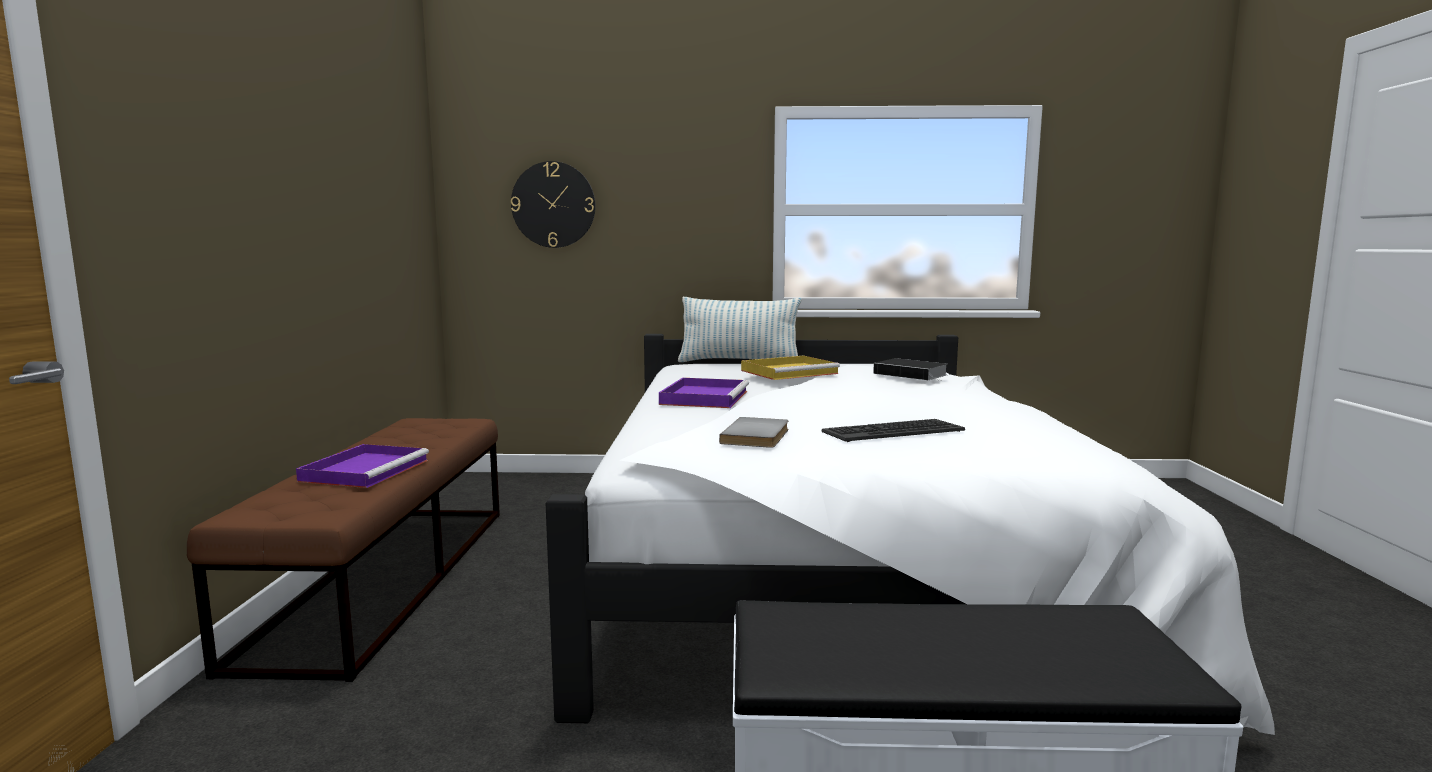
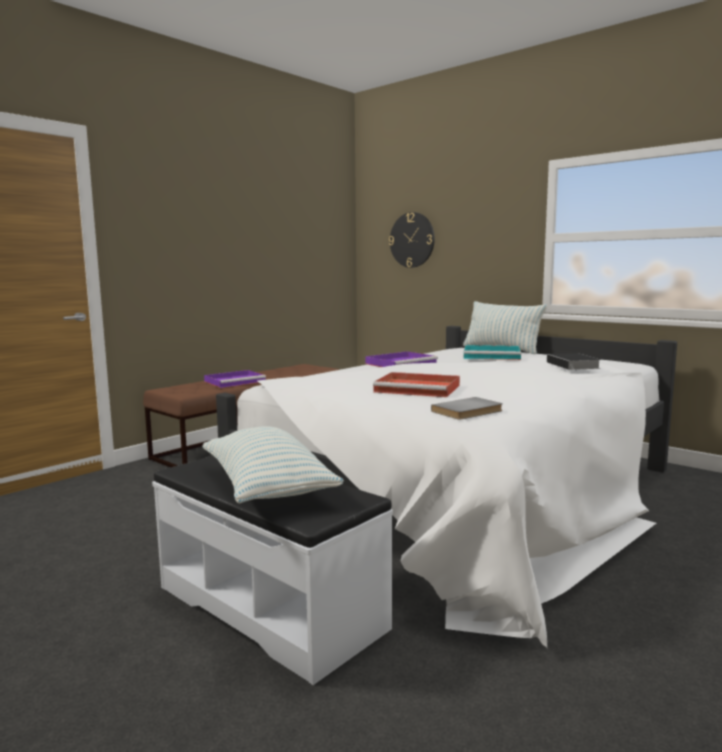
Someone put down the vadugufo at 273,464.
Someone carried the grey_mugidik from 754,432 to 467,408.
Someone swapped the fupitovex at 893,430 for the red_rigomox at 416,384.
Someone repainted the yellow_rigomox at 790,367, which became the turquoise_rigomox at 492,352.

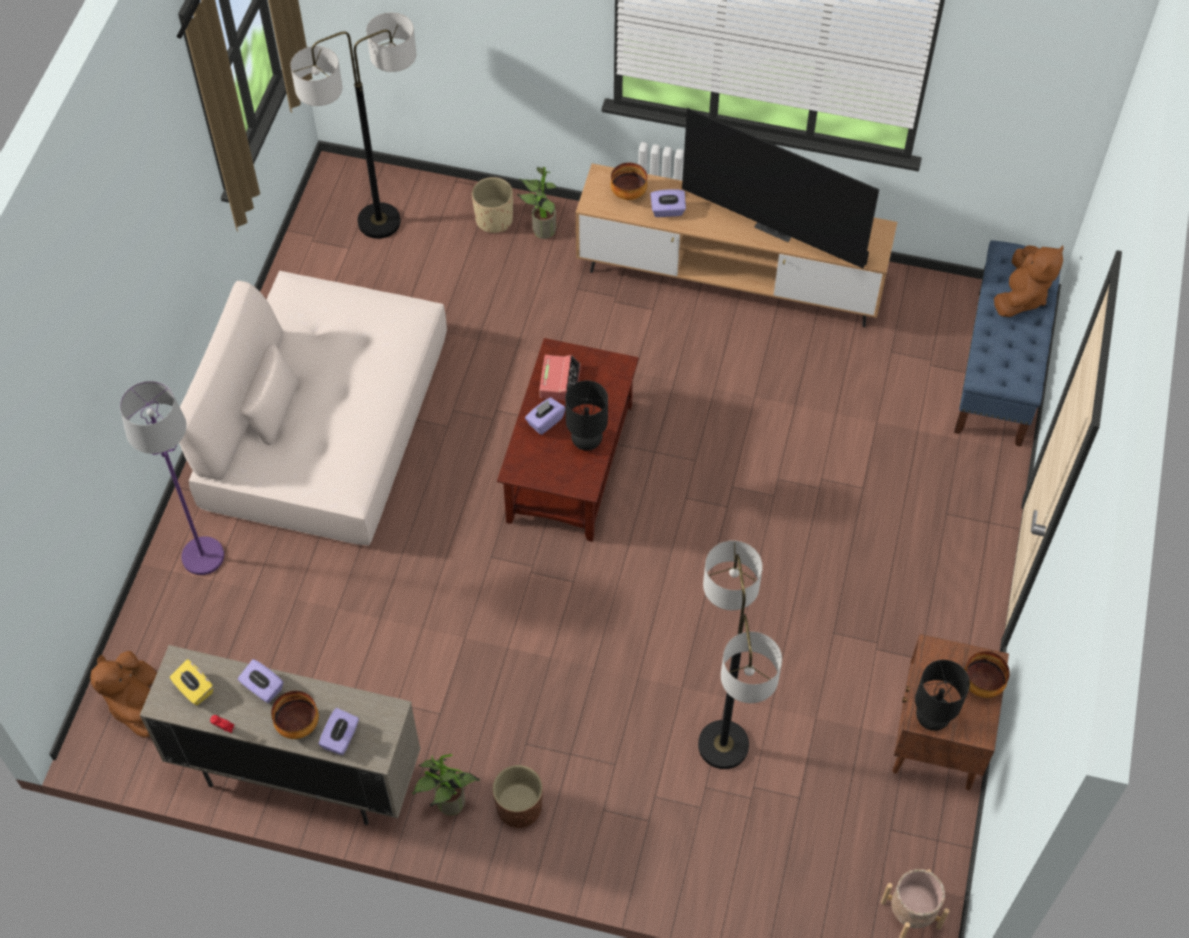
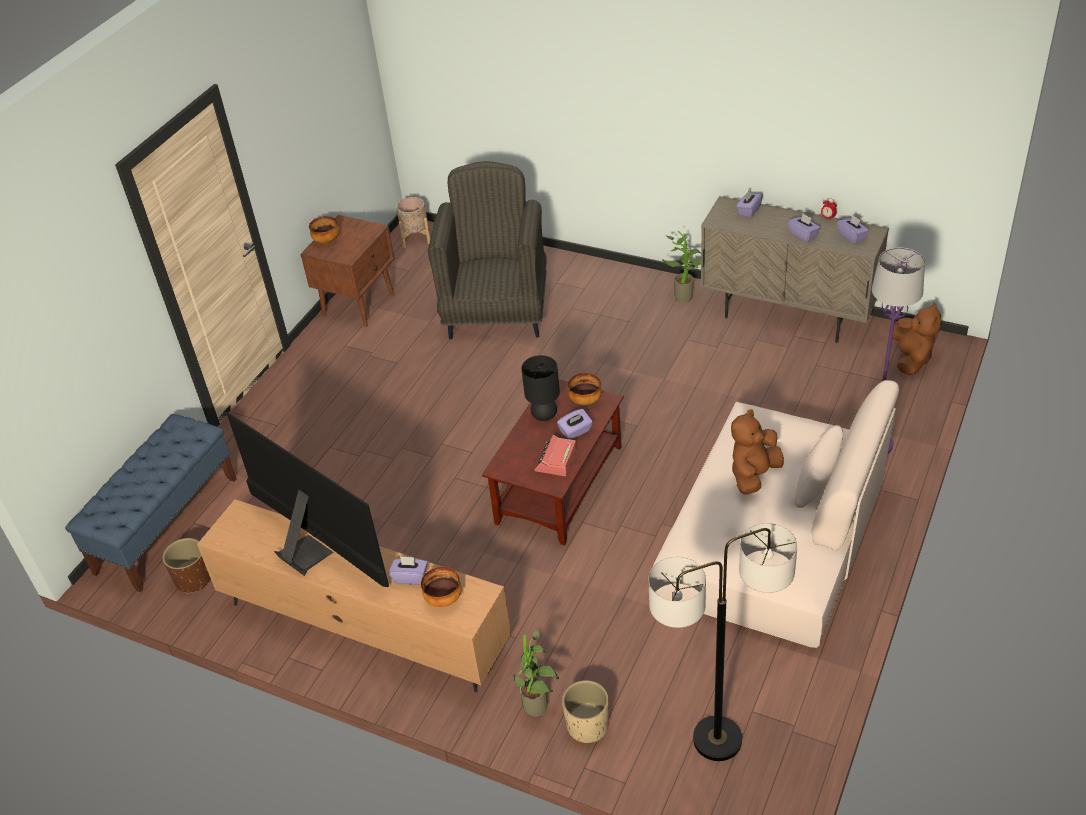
Someone took away the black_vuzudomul at 942,695.
Someone carried the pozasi from 295,715 to 585,389.
Someone carried the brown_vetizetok from 517,797 to 186,566.
Someone carried the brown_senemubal from 1029,281 to 757,452.
Someone swapped the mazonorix at 740,654 for the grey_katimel at 487,250.
Someone repainted the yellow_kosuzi at 191,682, which became the purple_kosuzi at 853,229.

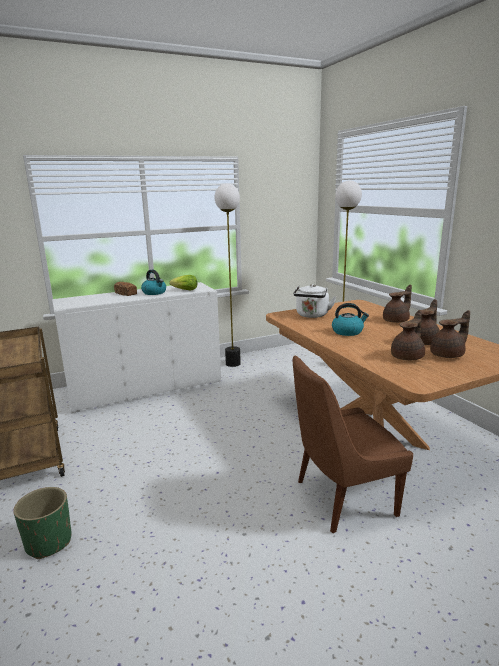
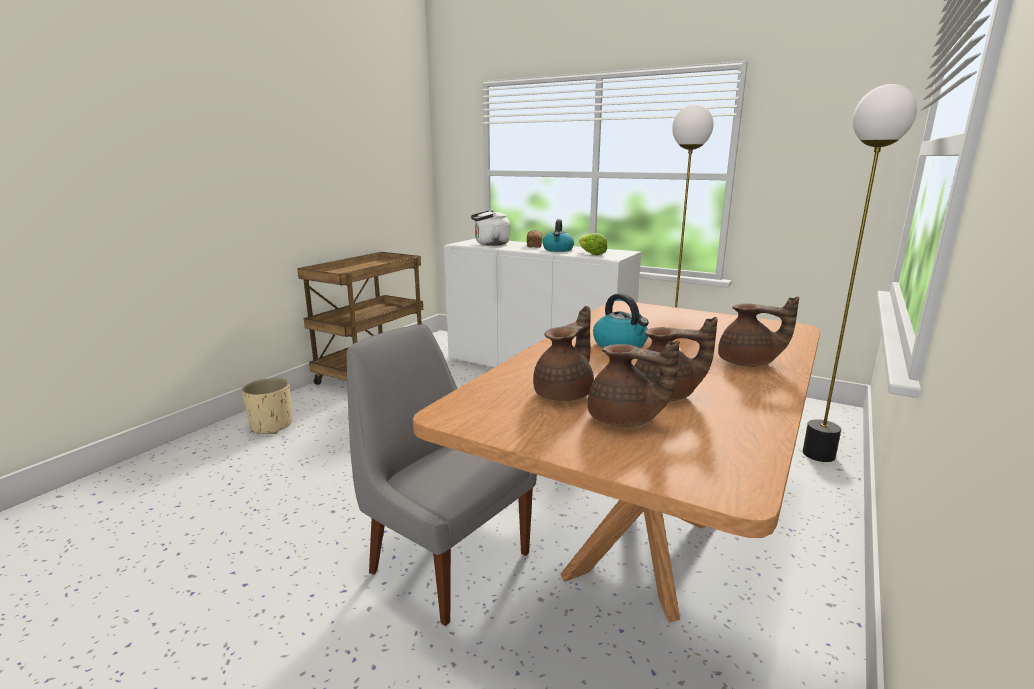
Someone carried the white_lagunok from 314,301 to 490,227.
Someone repainted the green_vetizetok at 42,523, which became the beige_vetizetok at 267,406.
Someone repainted the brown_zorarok at 353,444, which became the grey_zorarok at 442,475.
Someone rotated the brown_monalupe at 408,335 by 60 degrees counterclockwise.

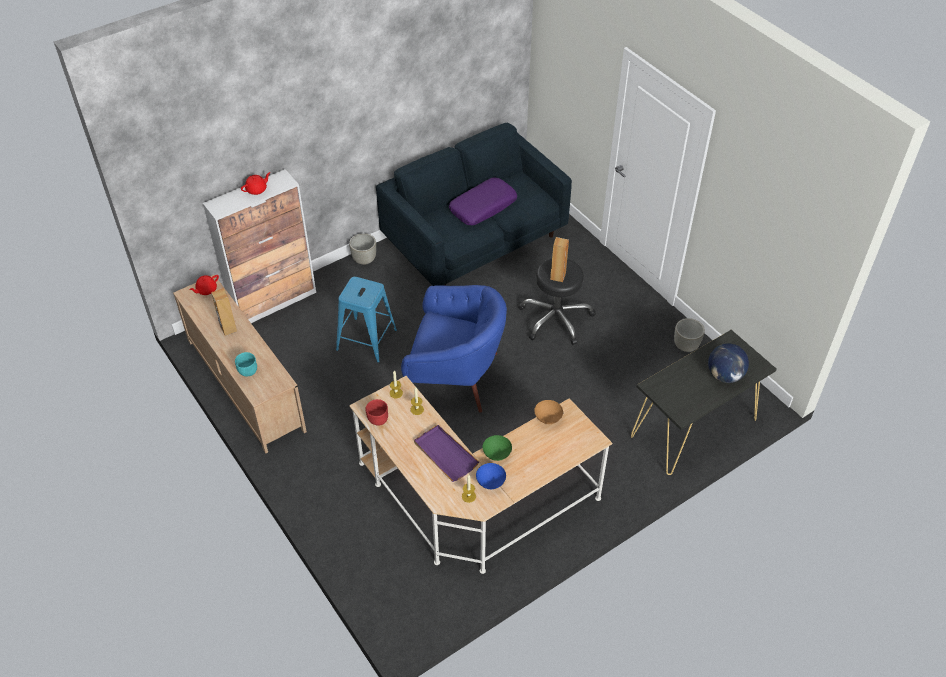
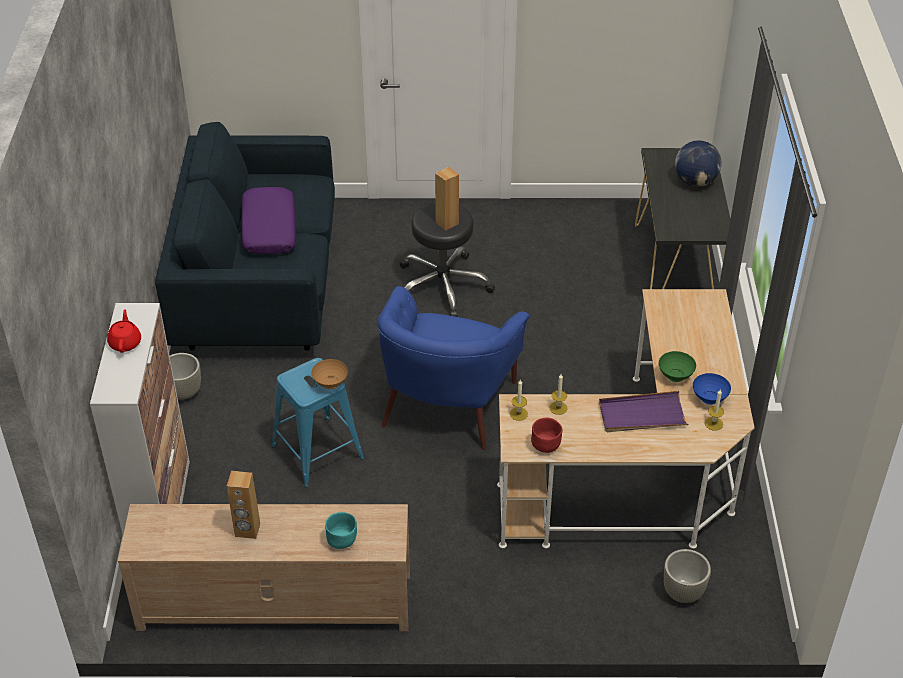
Someone took away the red_monalupe at 204,285.
Someone carried the brown_pozasi from 548,412 to 329,374.
Someone carried the grey_vetizetok from 689,335 to 687,576.
Someone rotated the blue_katimel at 454,349 by 150 degrees clockwise.

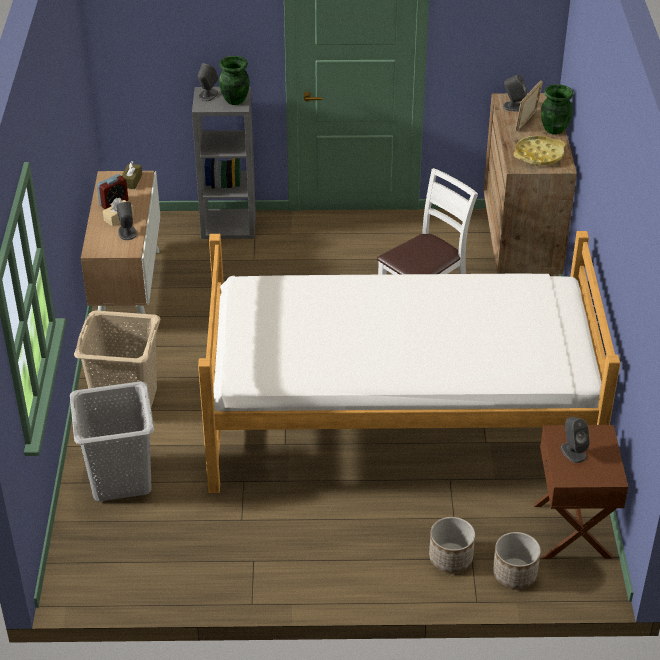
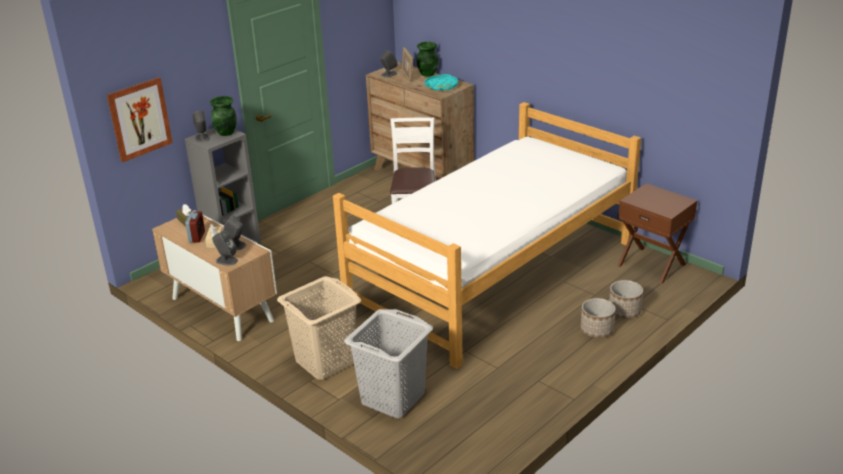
Someone put up the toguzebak at 140,119.
Someone carried the vetizetok from 517,560 to 598,318.
Someone carried the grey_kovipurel from 575,440 to 225,248.
Someone repainted the yellow_rigomox at 539,151, which became the turquoise_rigomox at 441,82.

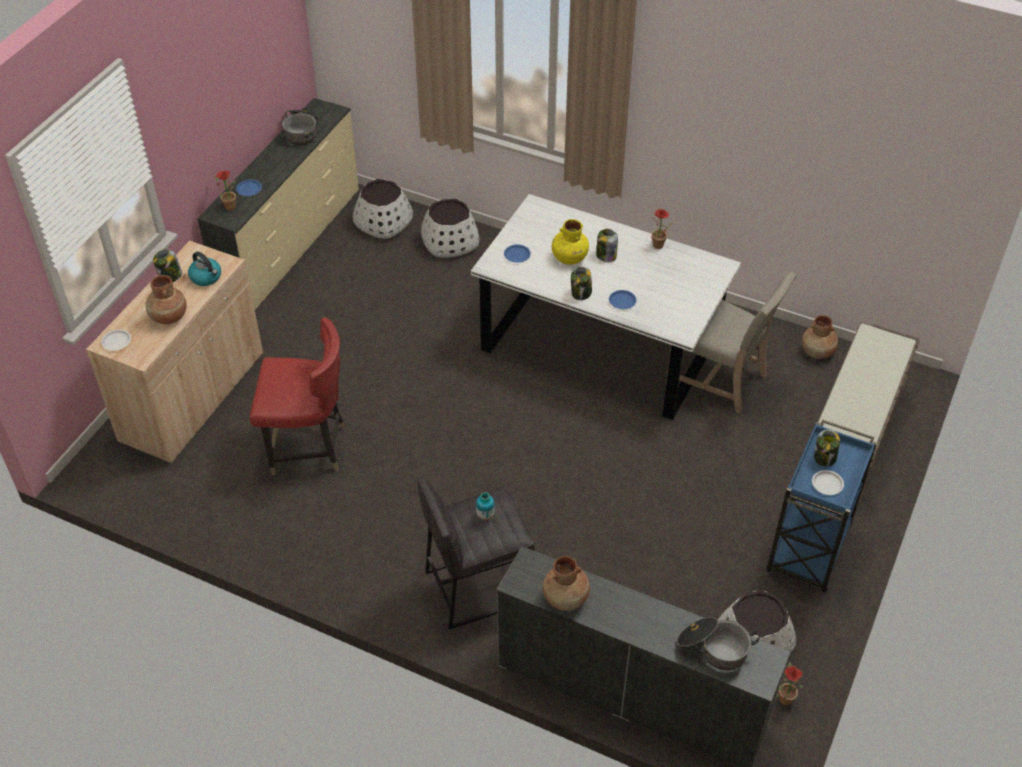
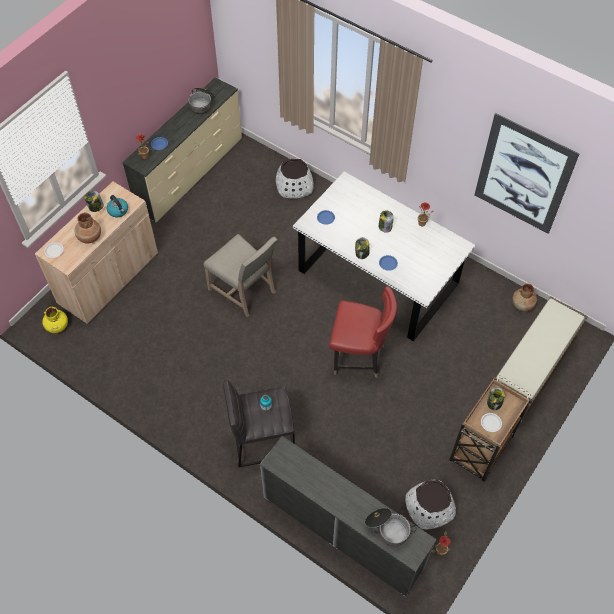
Someone took away the white_vetizetok at 383,209.
Someone took away the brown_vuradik at 566,583.
Someone put up the toguzebak at 527,173.
Someone carried the red_zorarok from 298,396 to 363,332.
Someone carried the yellow_vuradik from 570,242 to 55,320.
Someone carried the beige_zorarok from 731,343 to 240,275.
Someone repainted the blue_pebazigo at 822,505, which became the brown_pebazigo at 490,428.

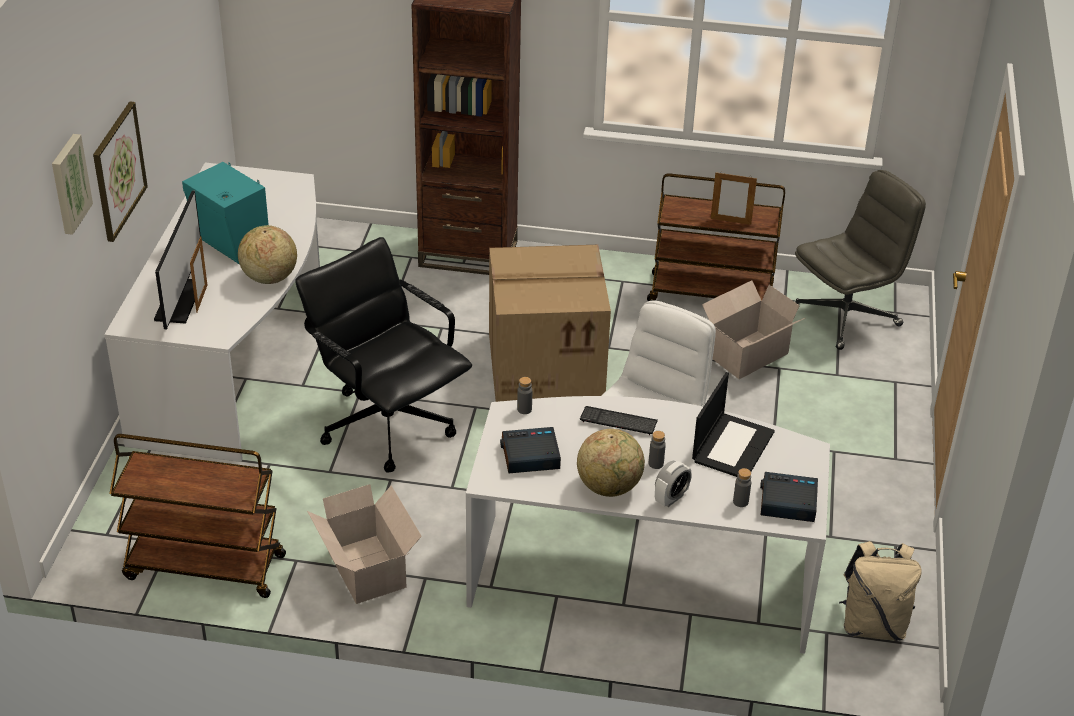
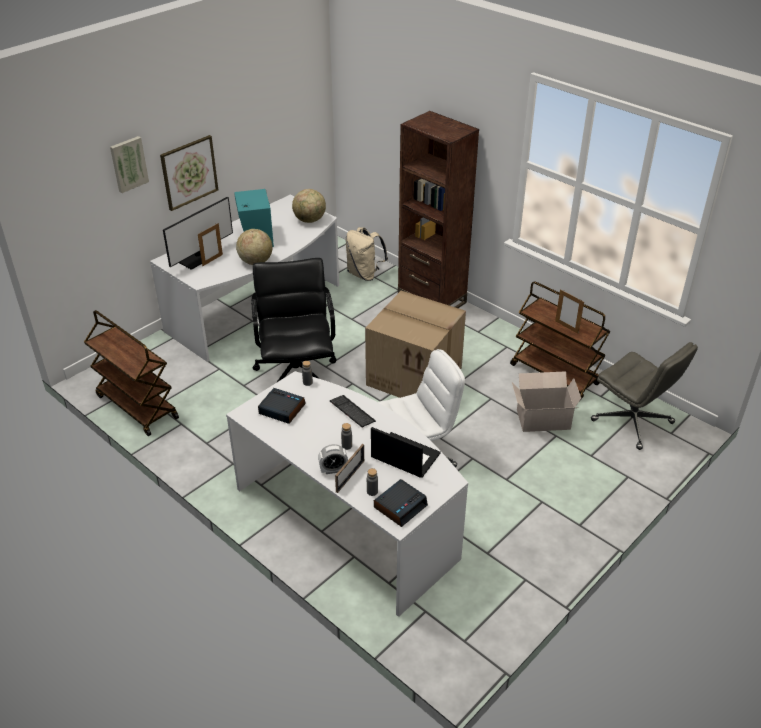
Someone took away the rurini at 364,544.
Someone put down the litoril at 349,468.
Someone carried the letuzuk from 611,463 to 309,206.
Someone carried the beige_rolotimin from 880,590 to 367,254.
Someone rotated the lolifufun at 733,424 by 120 degrees counterclockwise.
Someone rotated the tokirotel at 789,497 by 90 degrees clockwise.
Someone rotated the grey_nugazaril at 860,260 by 45 degrees clockwise.

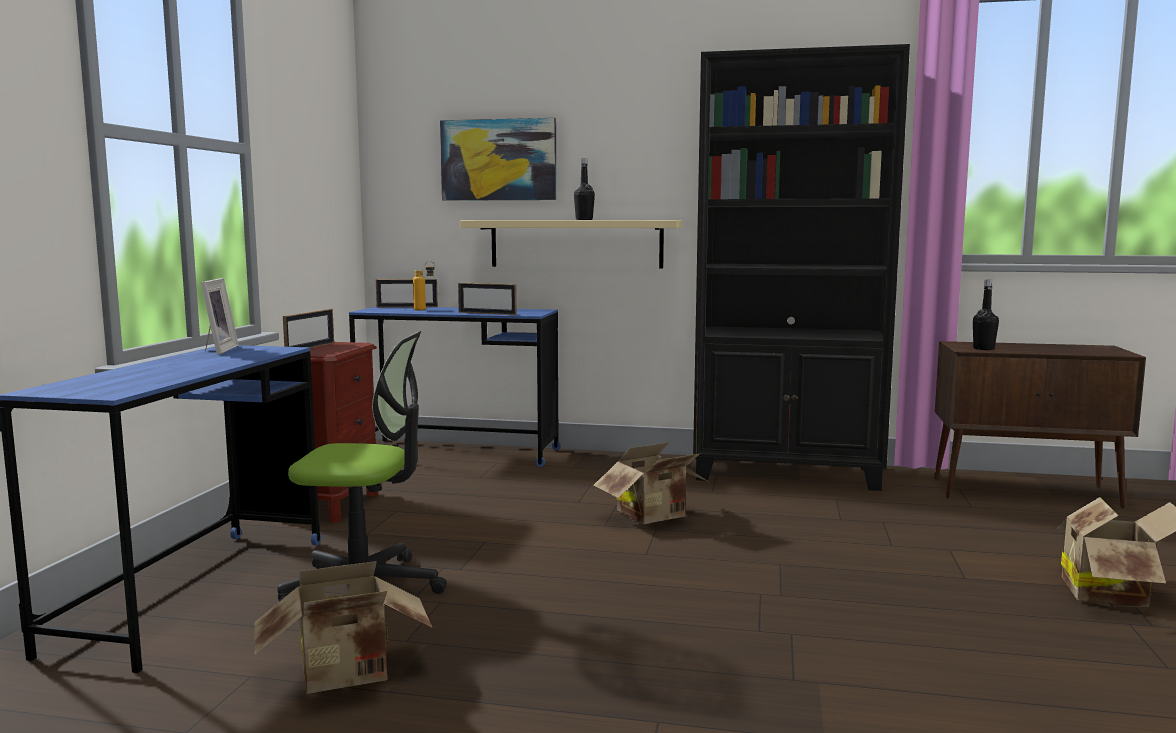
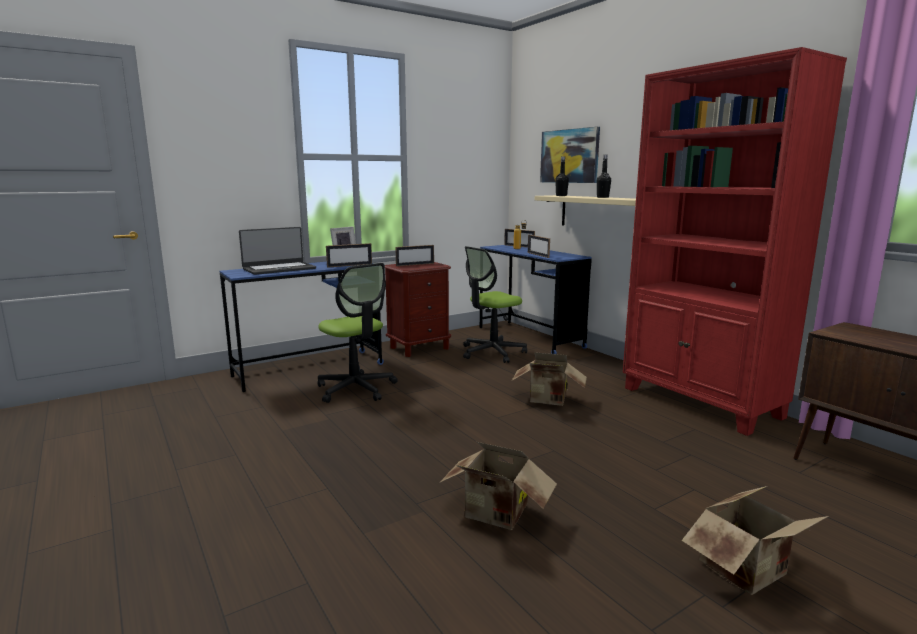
Someone put down the lolifufun at 277,251.
Someone put down the litoril at 349,255.
Someone put down the nugazaril at 495,304.
Someone carried the rurini from 343,627 to 498,486.
Someone carried the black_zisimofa from 986,315 to 562,176.
Someone repainted the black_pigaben at 801,267, which became the red_pigaben at 735,241.

